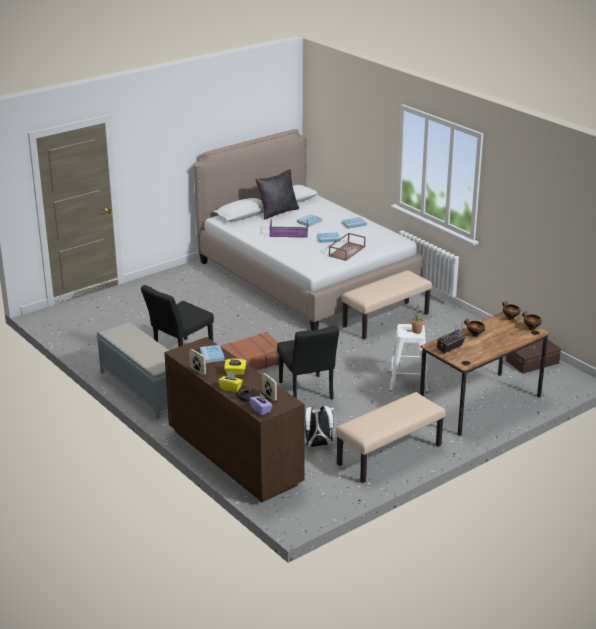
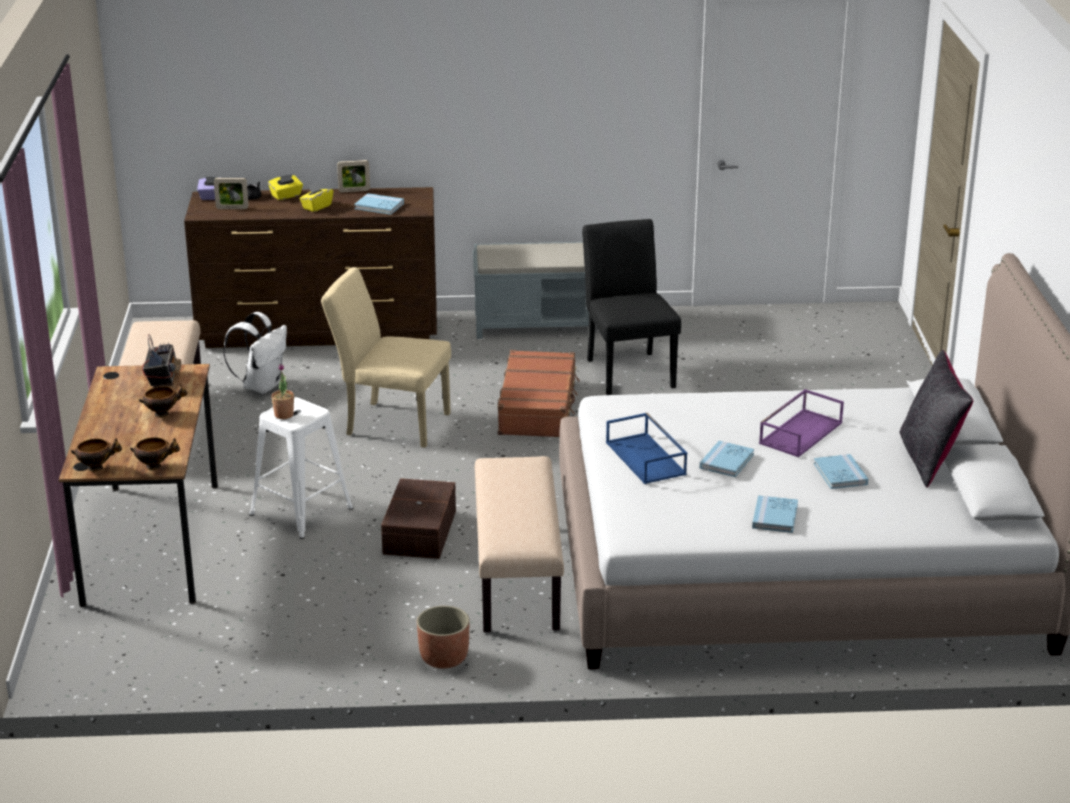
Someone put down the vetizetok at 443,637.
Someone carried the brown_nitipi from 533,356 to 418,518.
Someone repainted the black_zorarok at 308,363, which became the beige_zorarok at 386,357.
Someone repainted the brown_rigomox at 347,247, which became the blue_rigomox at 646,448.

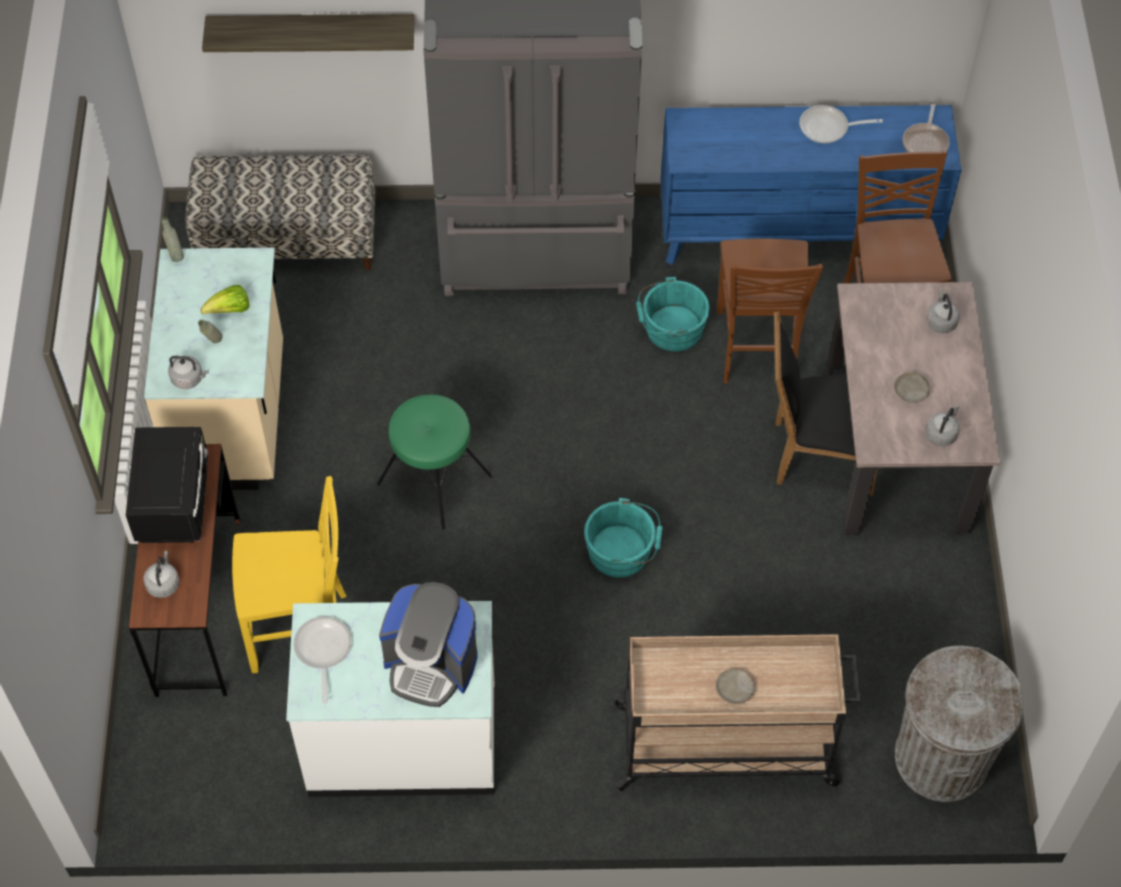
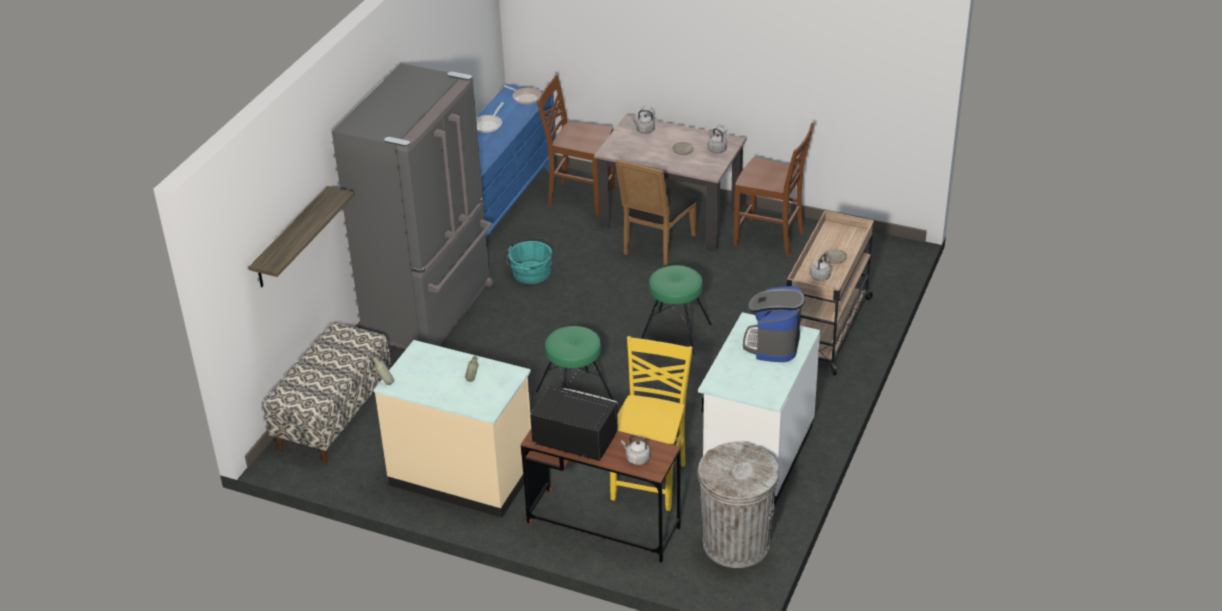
Someone took away the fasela at 225,299.
Someone took away the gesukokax at 322,659.
Someone carried the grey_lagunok from 188,372 to 820,267.
Someone carried the brown_zorarok from 770,311 to 773,190.
Someone carried the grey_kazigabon from 959,724 to 738,504.
Someone swapped the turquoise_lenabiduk at 623,538 for the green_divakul at 676,310.
Someone rotated the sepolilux at 428,644 by 150 degrees clockwise.

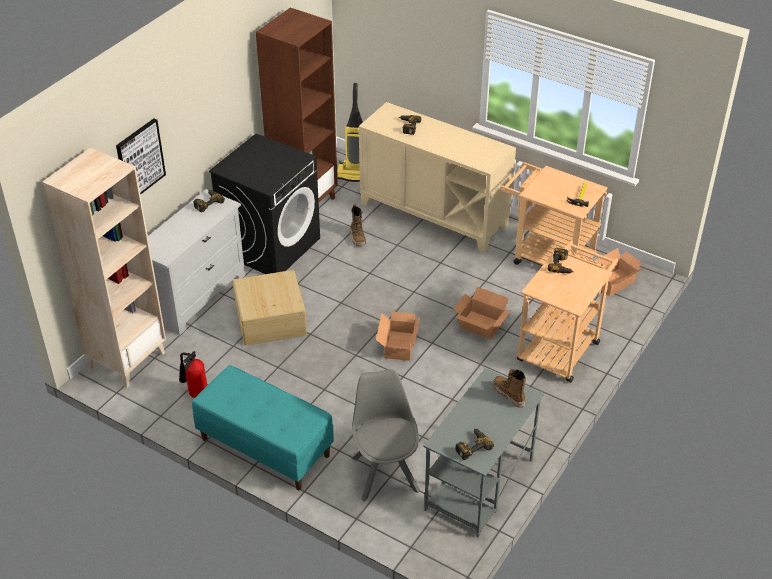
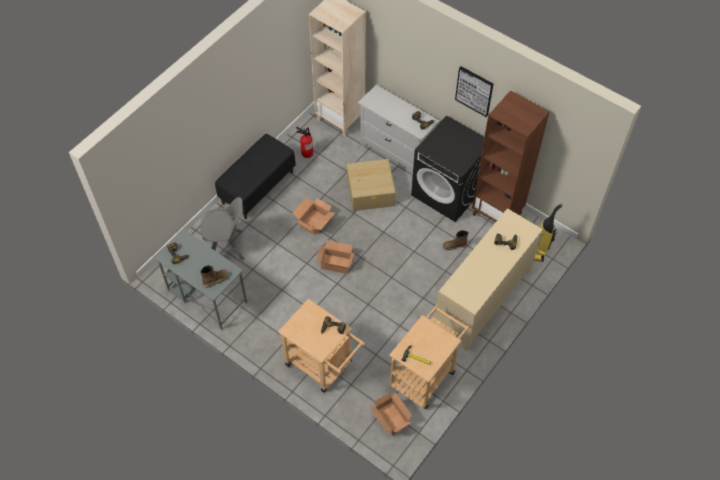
Someone carried the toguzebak from 141,156 to 474,91.
Someone carried the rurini from 482,313 to 313,216.
Someone repainted the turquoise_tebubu at 263,427, which became the black_tebubu at 255,176.

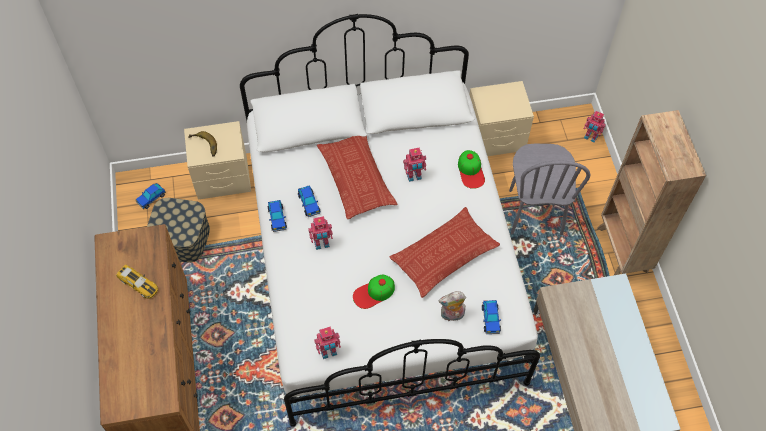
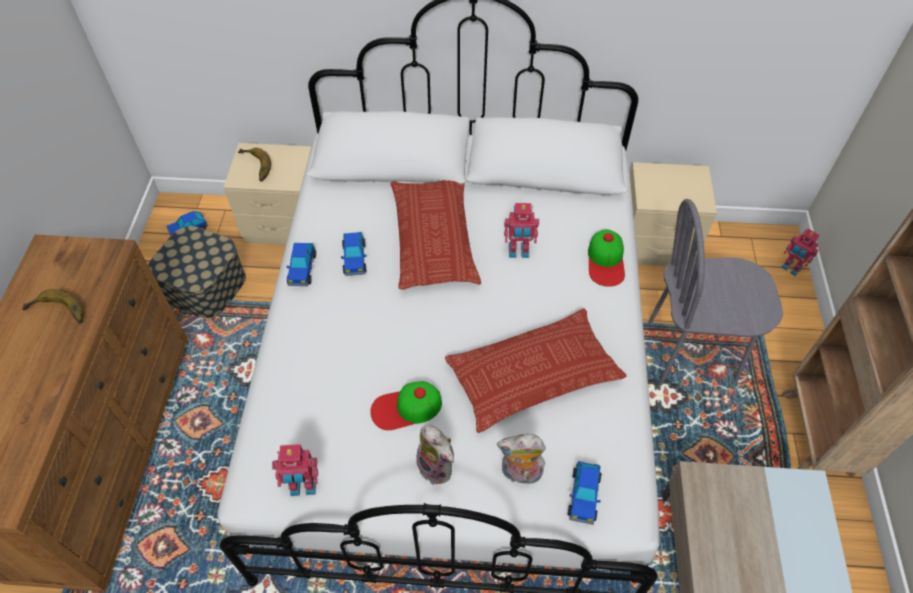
Someone took away the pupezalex at 320,233.
Someone put down the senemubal at 435,454.
Someone swapped the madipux at 137,282 for the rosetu at 53,306.
Someone rotated the grey_zorarok at 550,189 by 75 degrees clockwise.

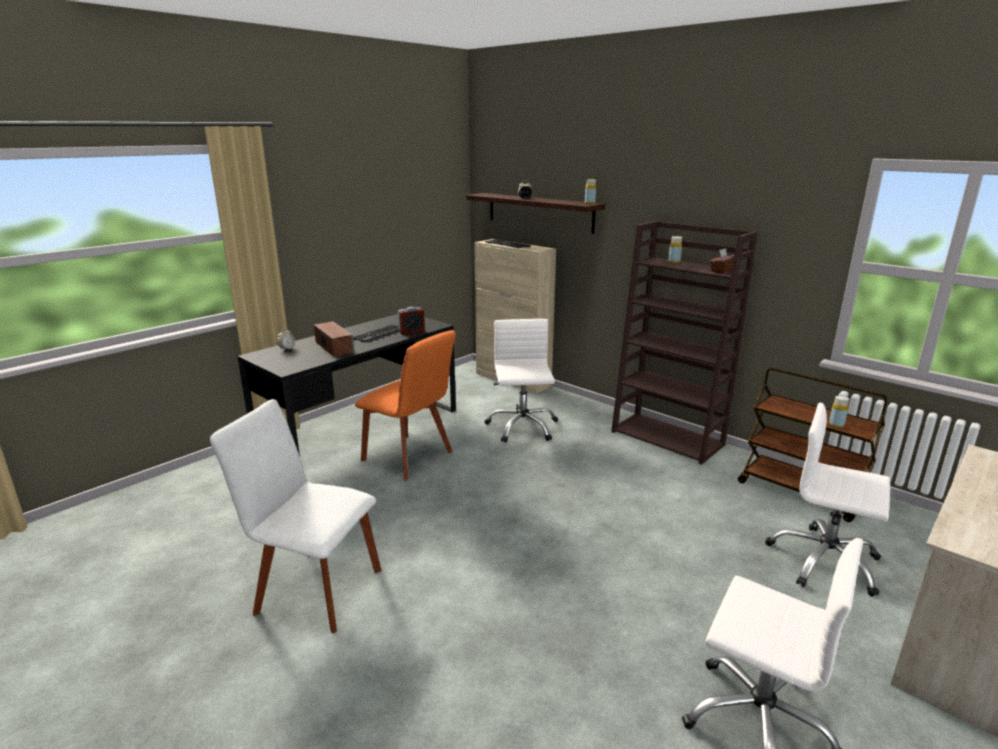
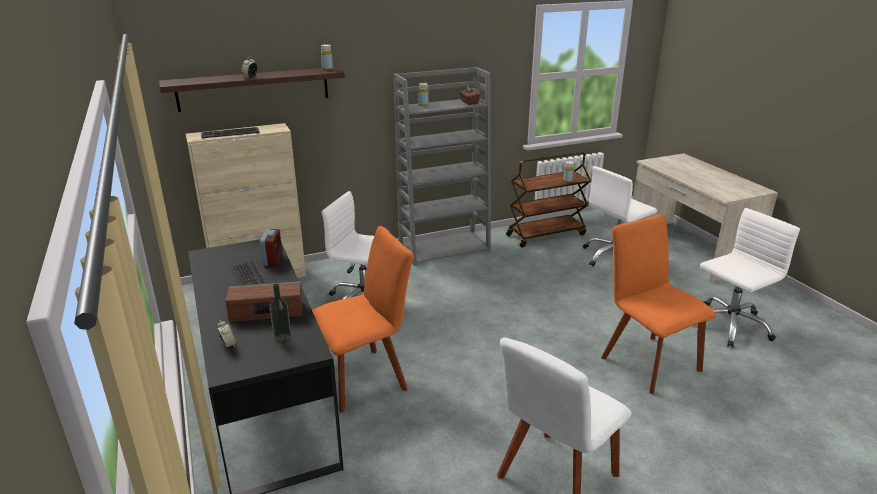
Someone put down the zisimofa at 281,313.
Someone put down the orange_zorarok at 658,304.
Someone repainted the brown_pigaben at 684,343, which became the grey_pigaben at 442,166.

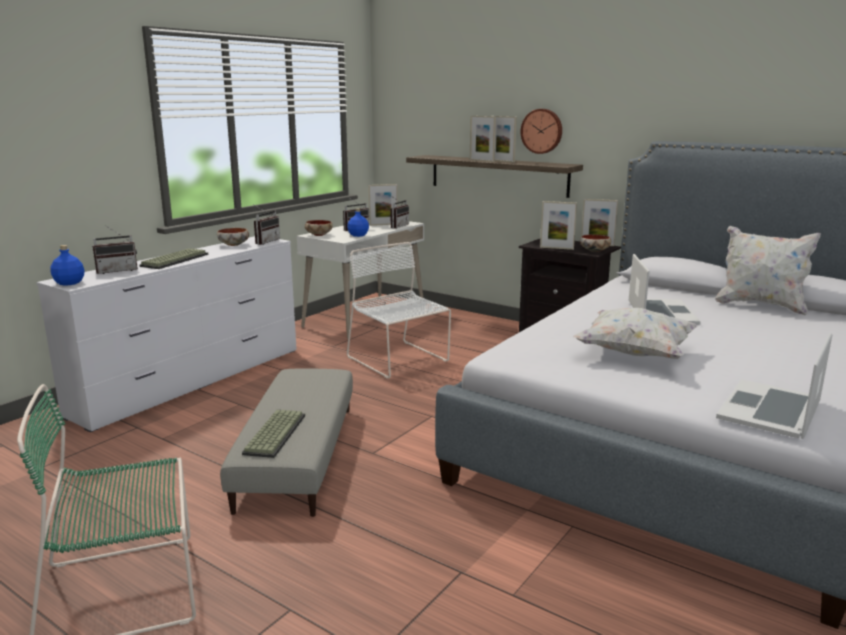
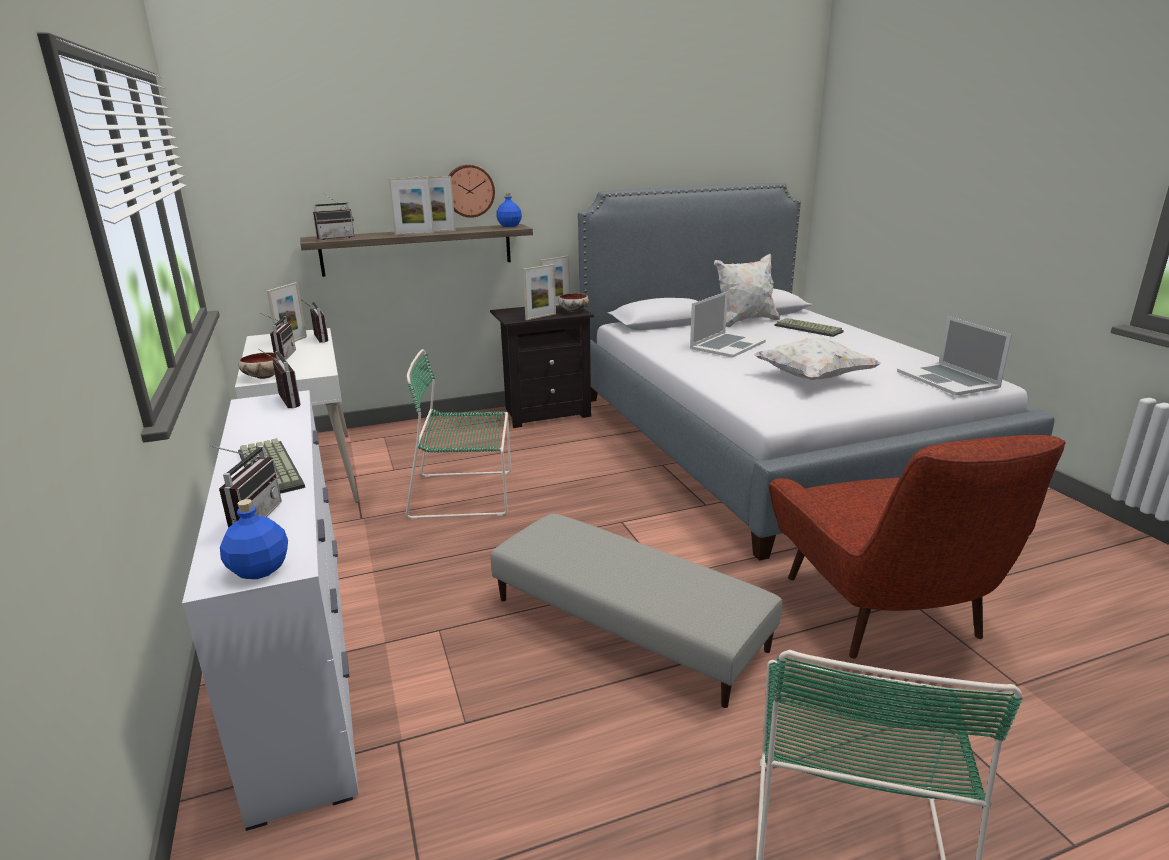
Someone took away the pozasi at 233,237.
Someone put down the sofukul at 334,217.
Someone put down the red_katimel at 917,546.
Someone carried the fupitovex from 273,433 to 809,327.
Someone carried the blue_zisimofa from 358,222 to 509,210.
Someone repainted the white_zorarok at 399,310, which became the green_zorarok at 458,434.
Someone rotated the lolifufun at 664,289 by 90 degrees clockwise.

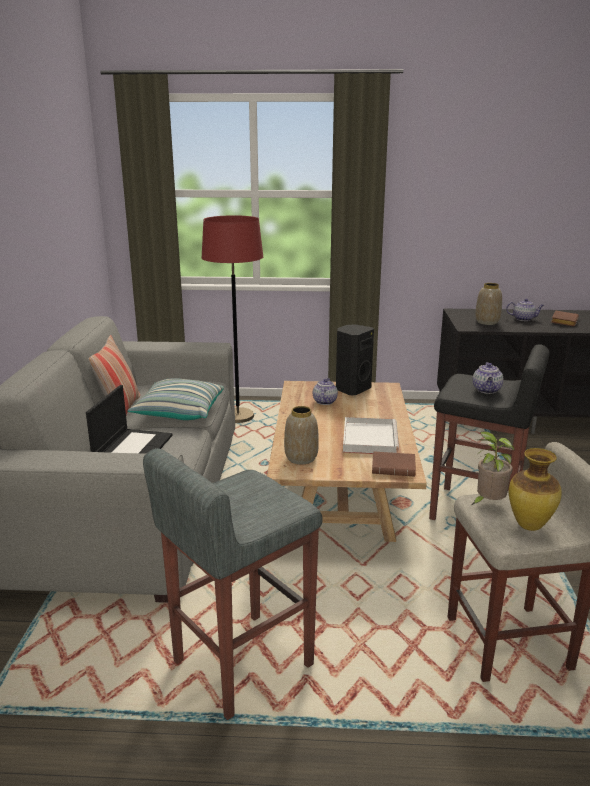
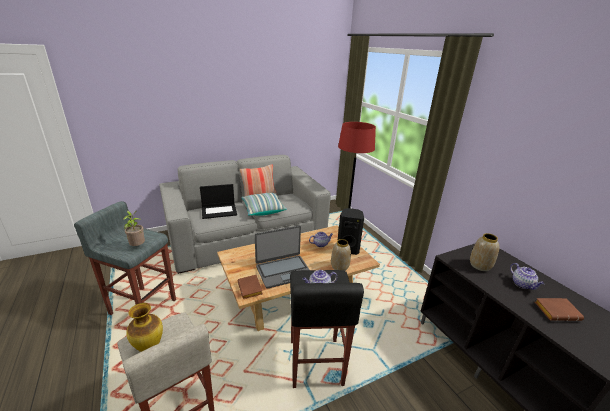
Someone carried the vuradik from 301,435 to 341,255.
Someone carried the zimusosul from 493,468 to 134,228.
Someone swapped the white_rigomox at 371,435 for the lolifufun at 282,257.

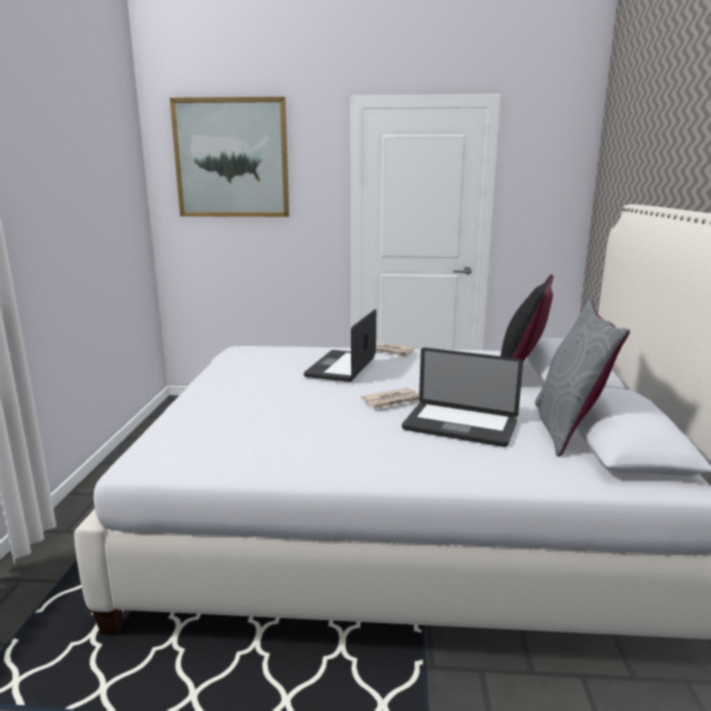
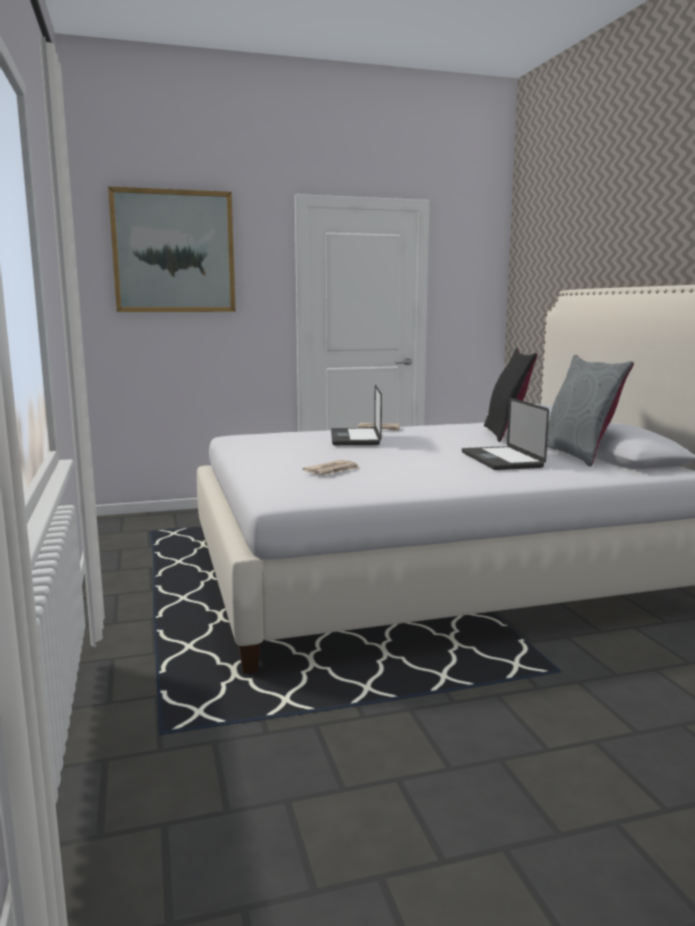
Someone carried the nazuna from 390,398 to 331,467.
Someone rotated the lolifufun at 462,397 by 75 degrees clockwise.

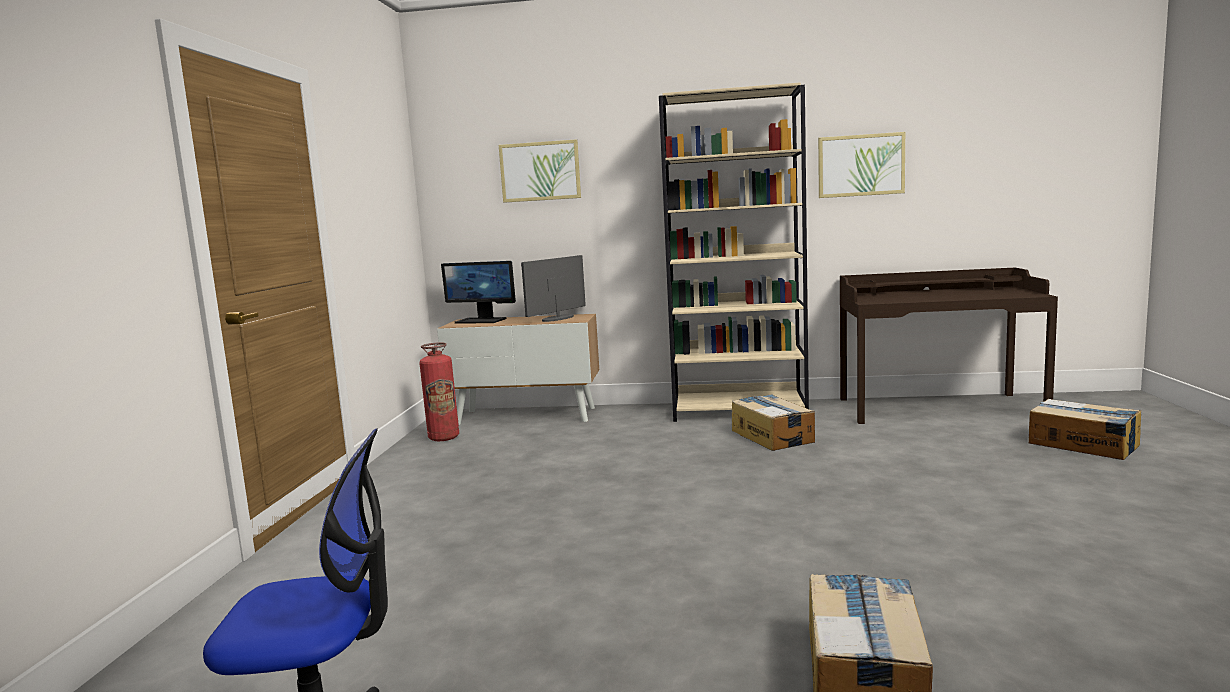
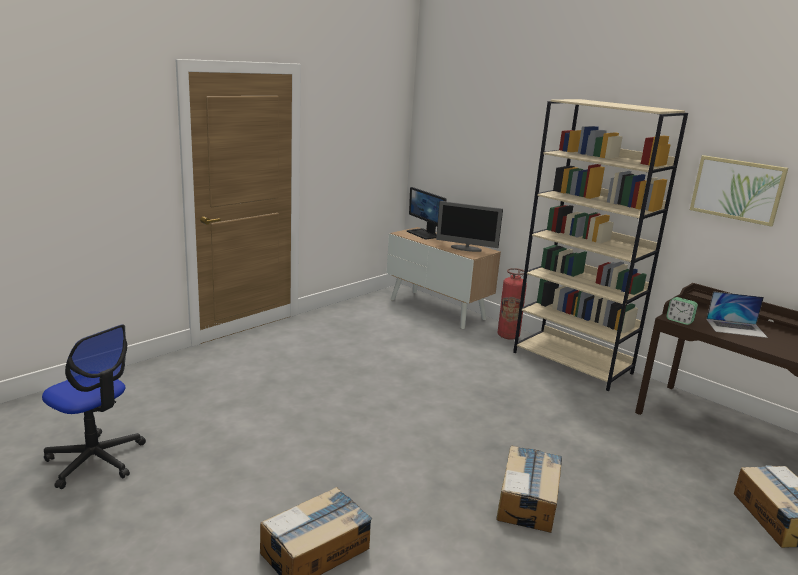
Someone took away the toguzebak at 540,171.
Someone put down the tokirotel at 682,311.
Someone put down the lolifufun at 737,314.
Someone carried the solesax from 439,391 to 512,303.
Someone carried the rurini from 773,422 to 529,489.
Someone rotated the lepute at 553,288 by 150 degrees counterclockwise.

